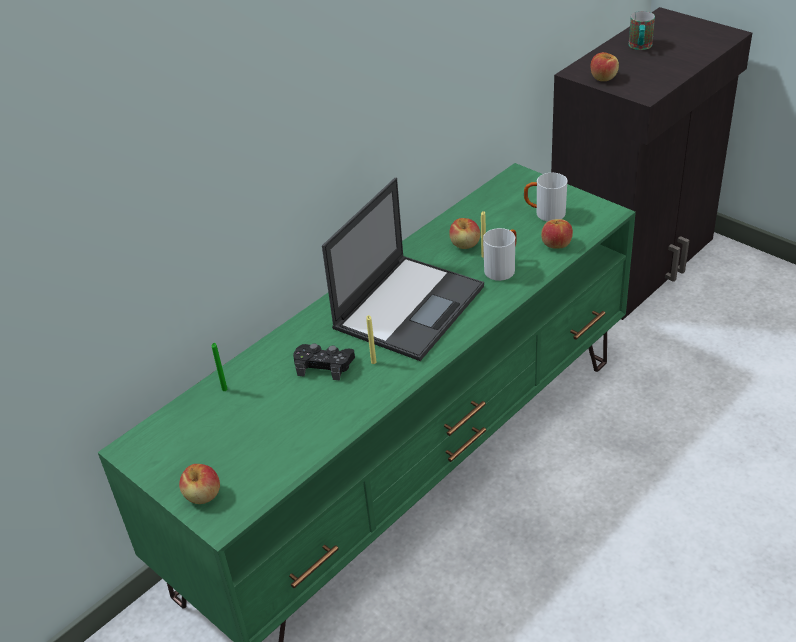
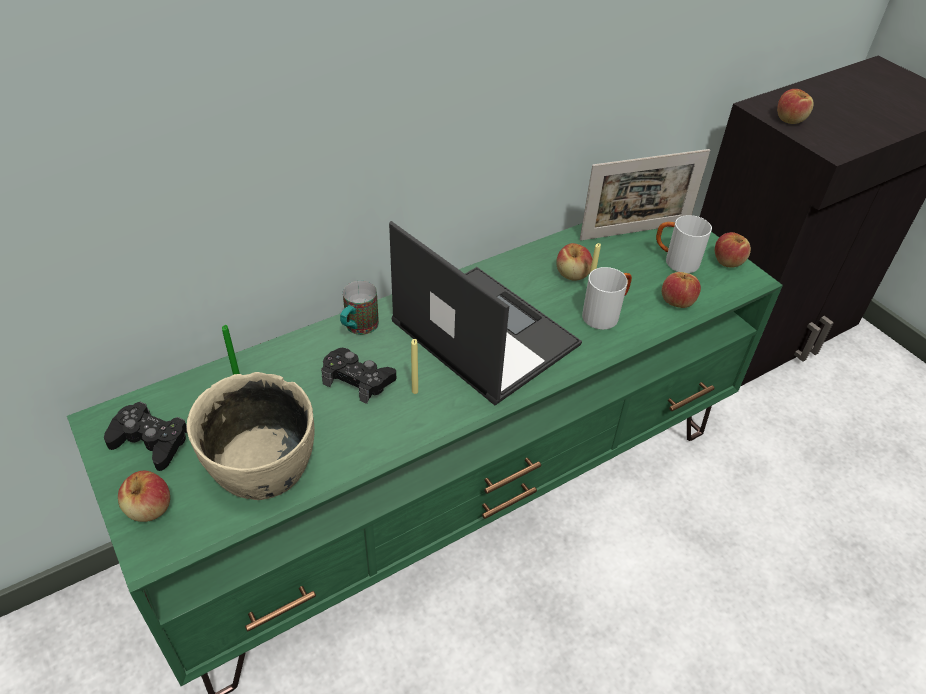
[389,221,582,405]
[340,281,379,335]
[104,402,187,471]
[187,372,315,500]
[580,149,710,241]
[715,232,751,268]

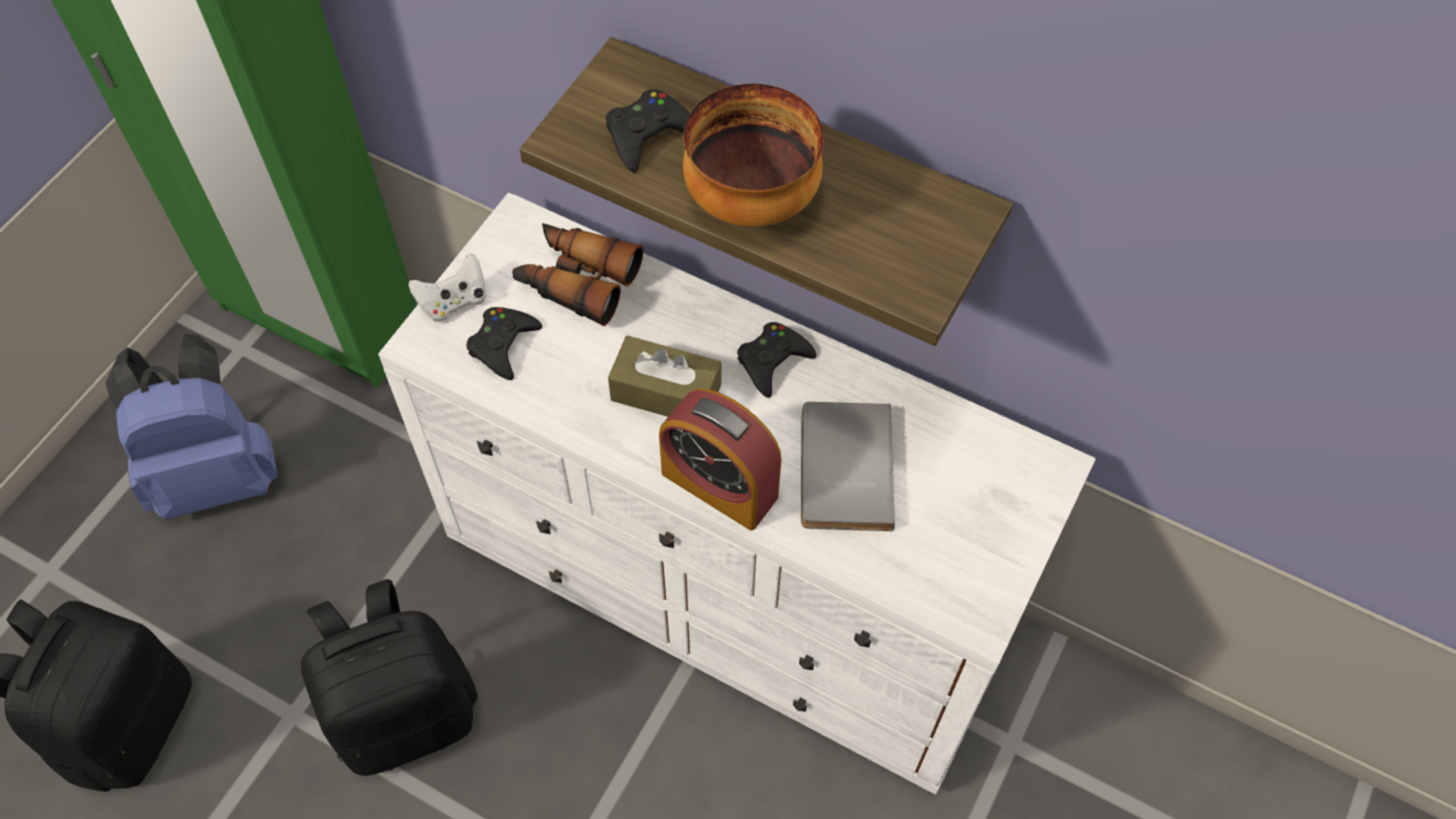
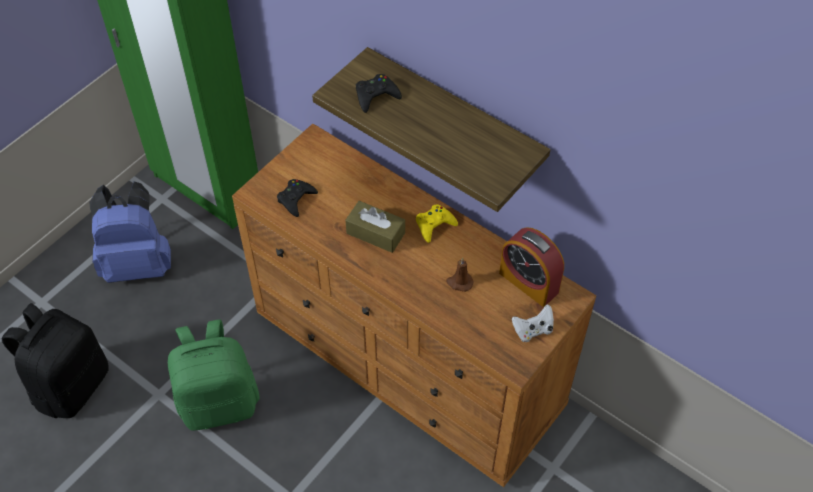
[168,319,260,431]
[232,124,597,487]
[512,304,554,342]
[512,223,643,326] (first image)
[499,227,564,307]
[683,84,824,227] (first image)
[416,204,458,243]
[446,258,474,292]

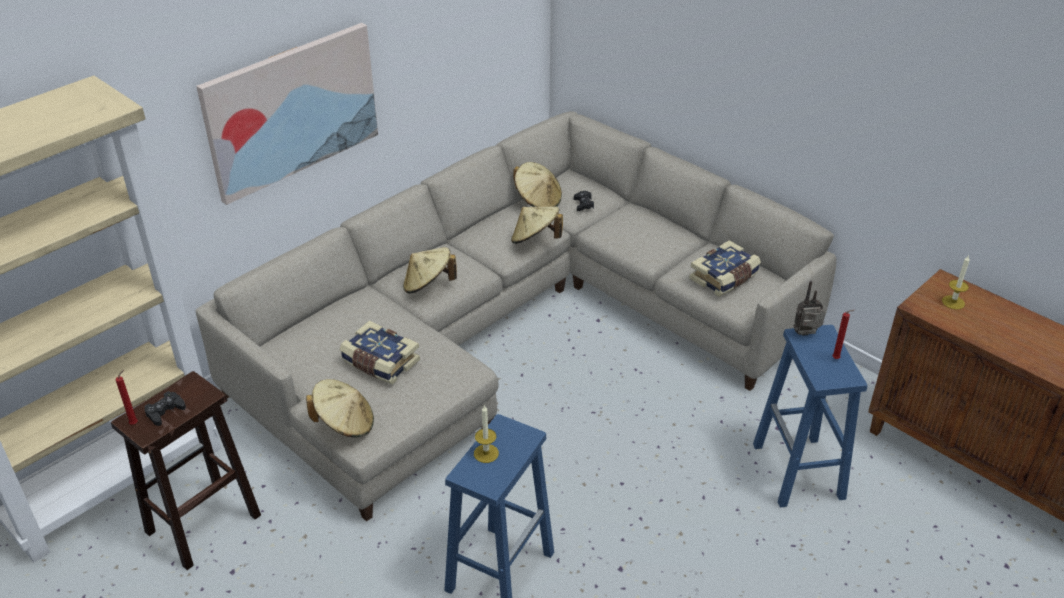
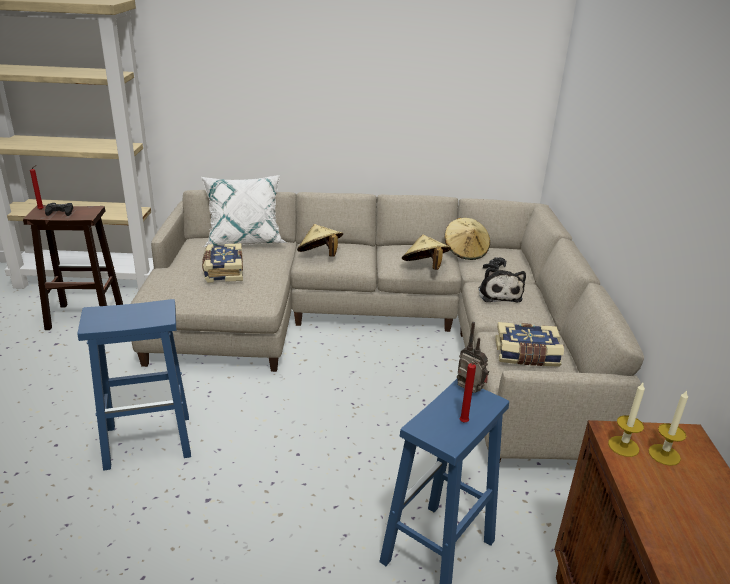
[196,23,378,205] (first image)
[306,379,374,438] (first image)
[608,383,645,457]
[201,175,287,247]
[478,267,526,303]

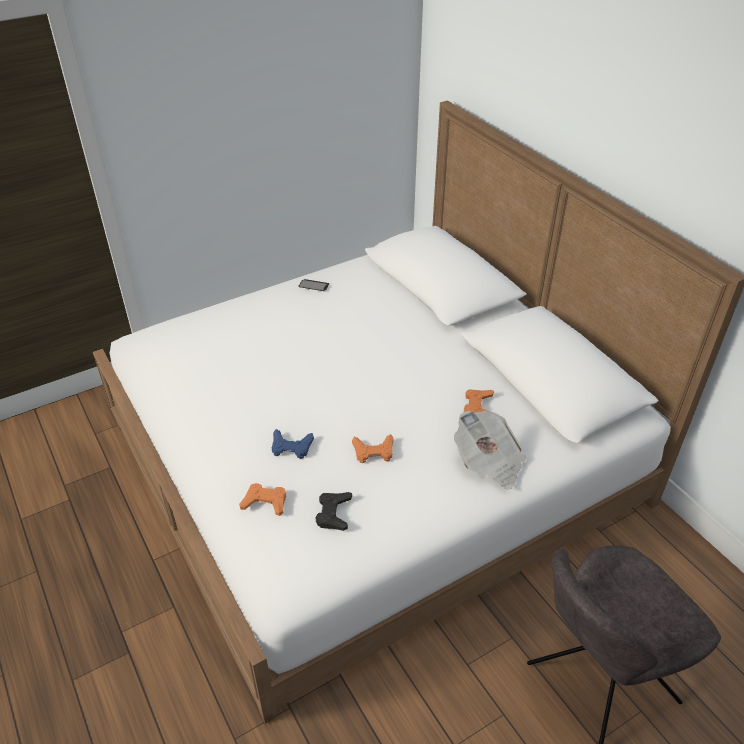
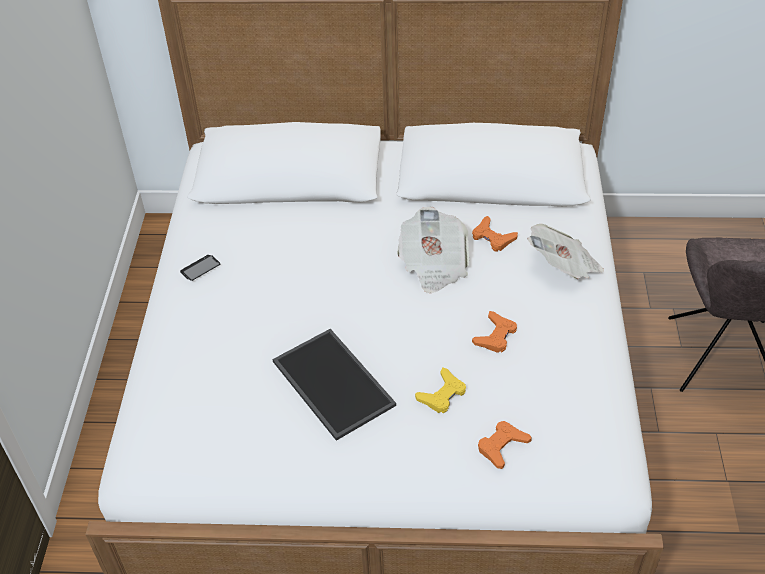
[415,367,466,413]
[315,492,352,531] (first image)
[272,329,396,441]
[397,207,469,294]

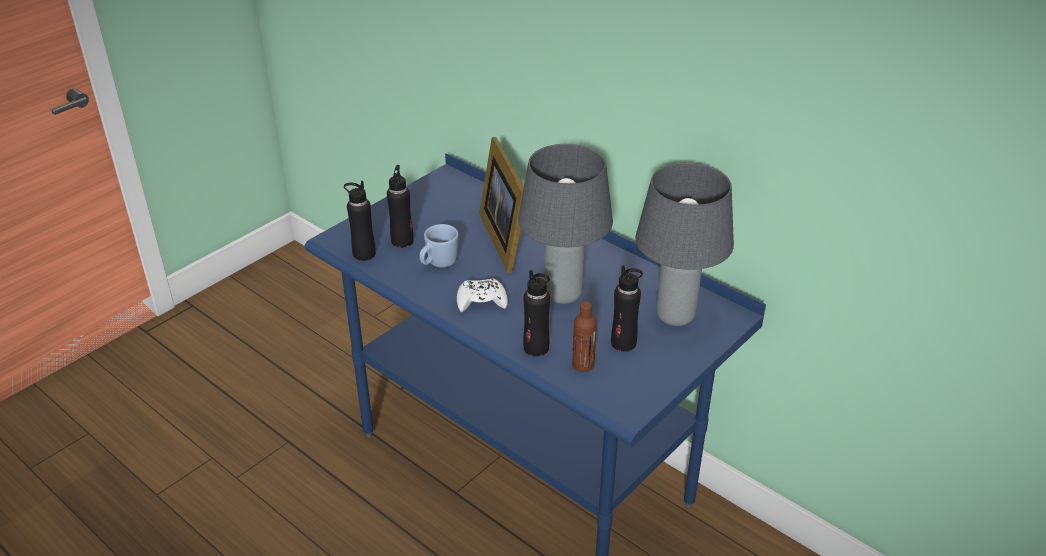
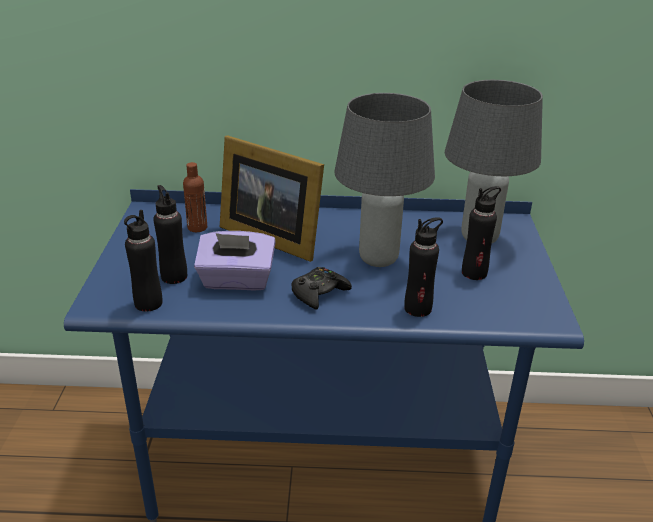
[194,231,276,291]
[291,267,352,310]
[183,162,207,232]

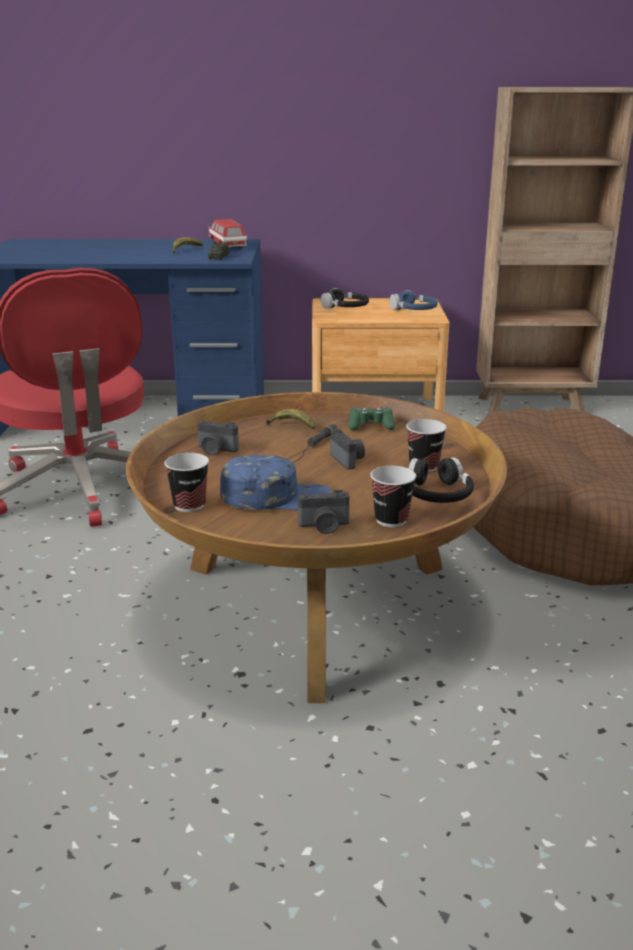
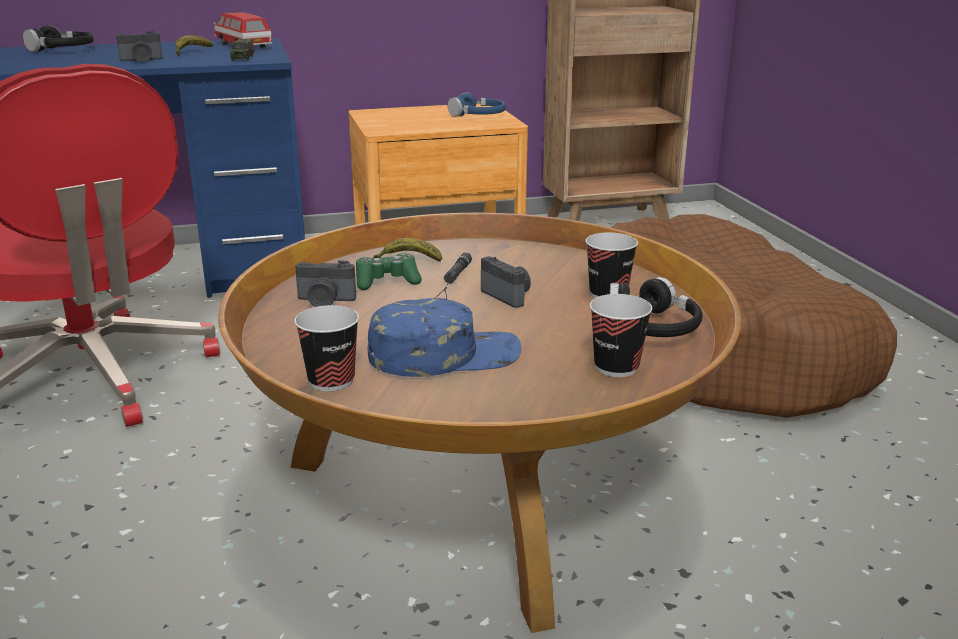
[116,31,163,62]
[23,26,94,52]
[356,253,422,290]

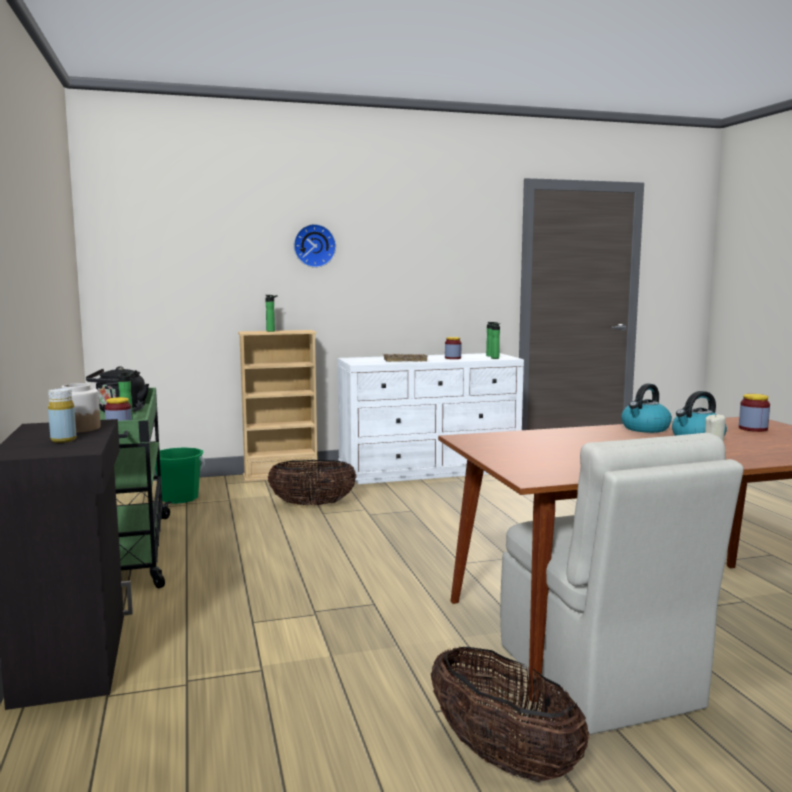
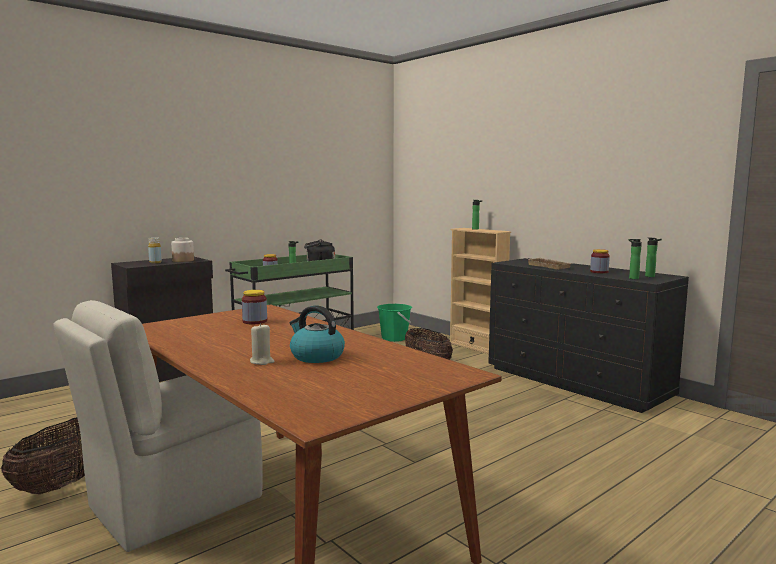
[294,224,336,268] (first image)
[488,258,689,413]
[621,384,672,433] (first image)
[242,290,267,324]

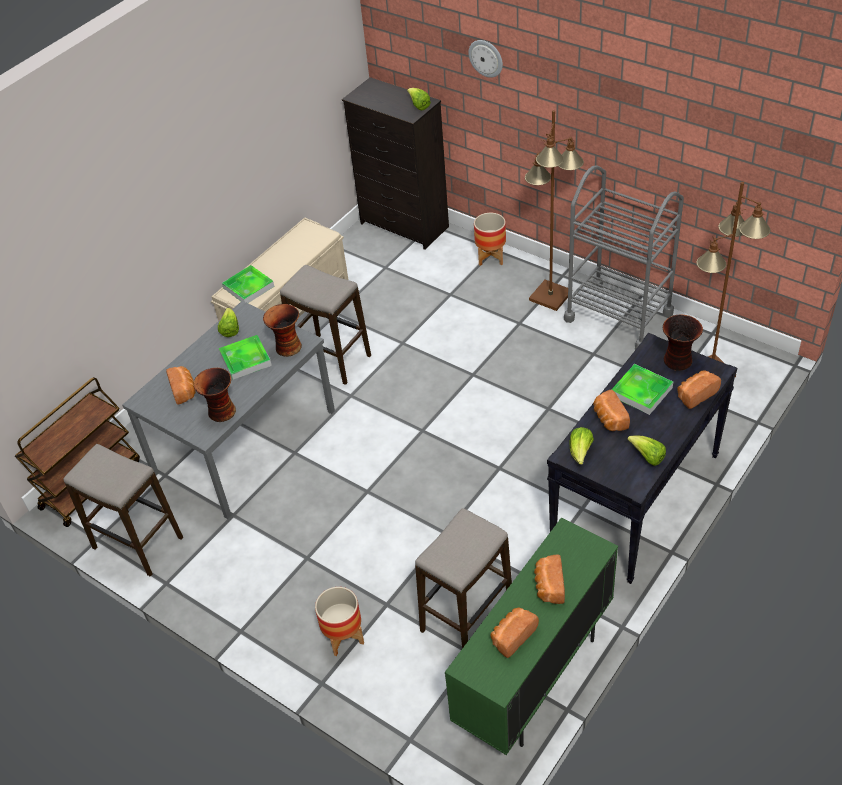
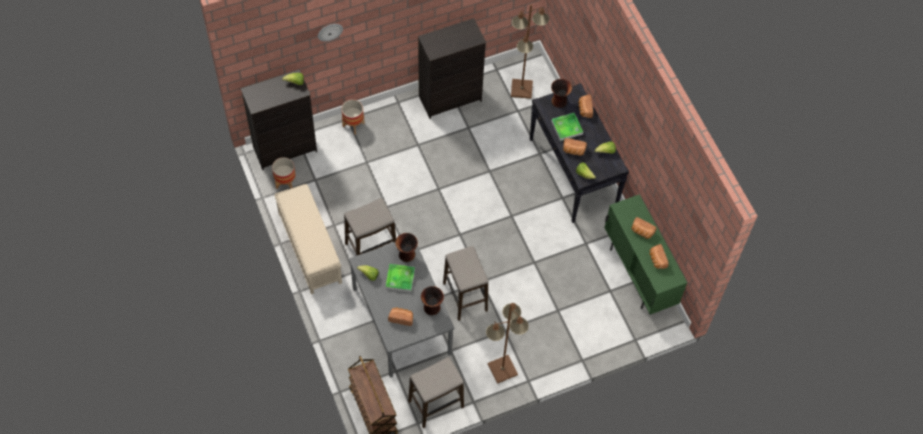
[222,265,275,303] (first image)
[272,157,295,189]
[443,246,488,321]
[486,303,529,384]
[418,18,486,119]

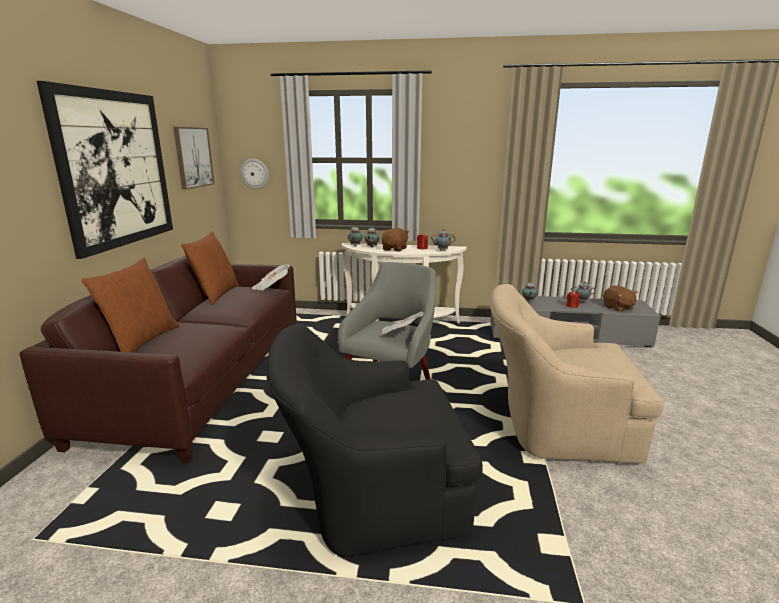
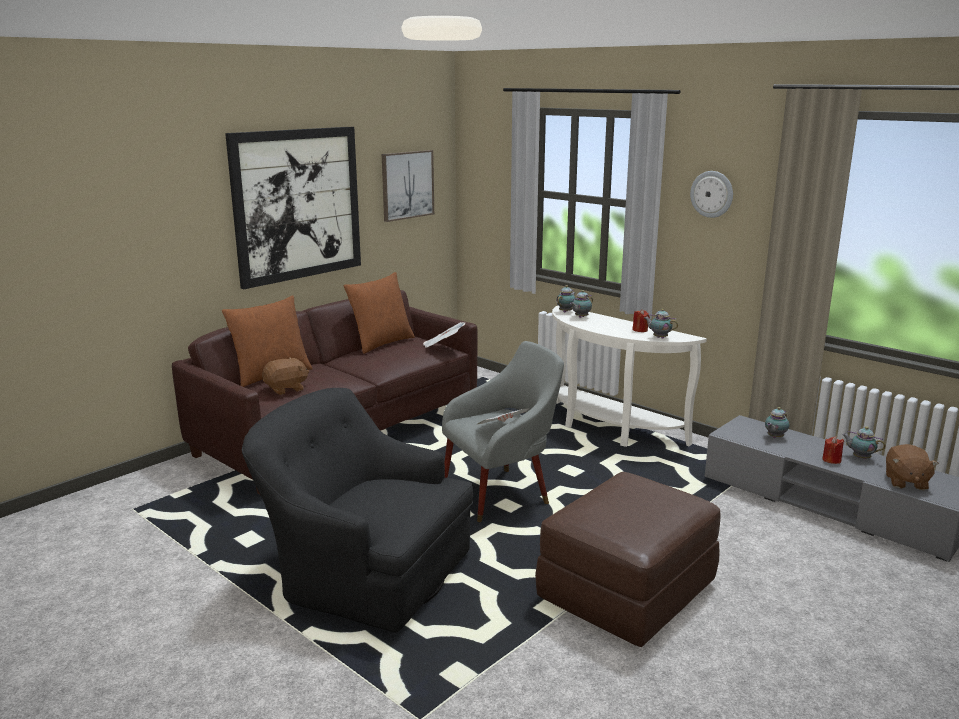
[690,171,733,218]
[262,357,309,395]
[535,472,720,647]

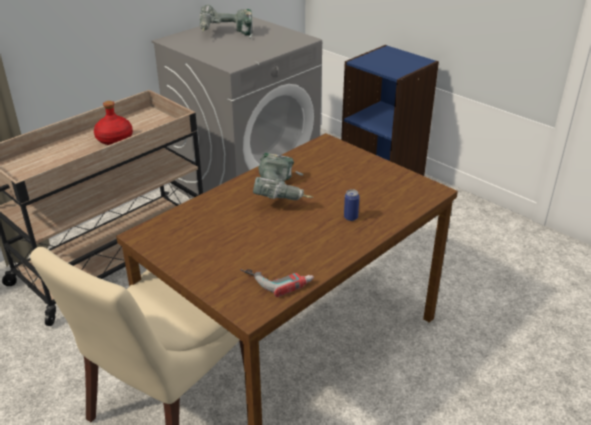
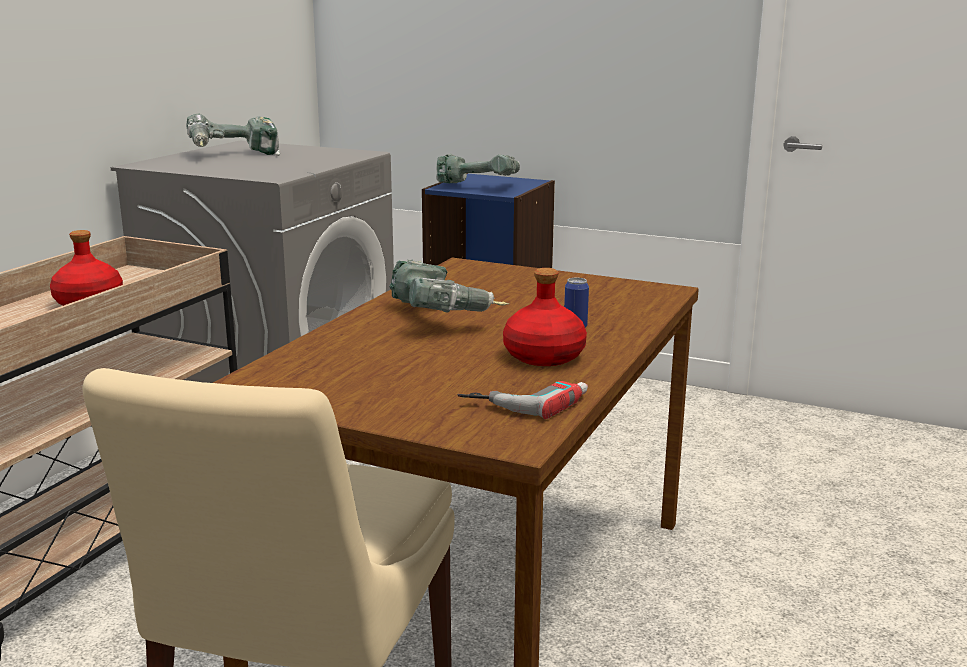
[436,154,520,183]
[503,268,587,366]

